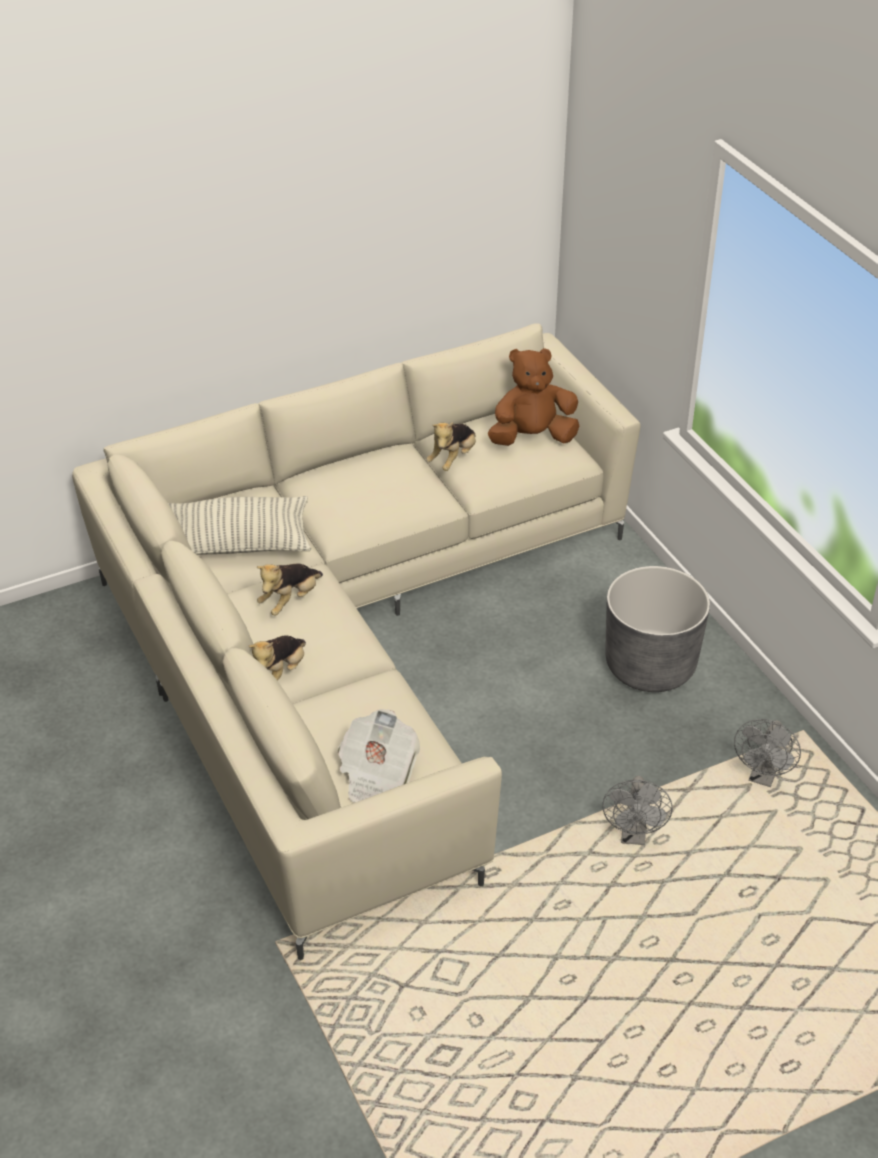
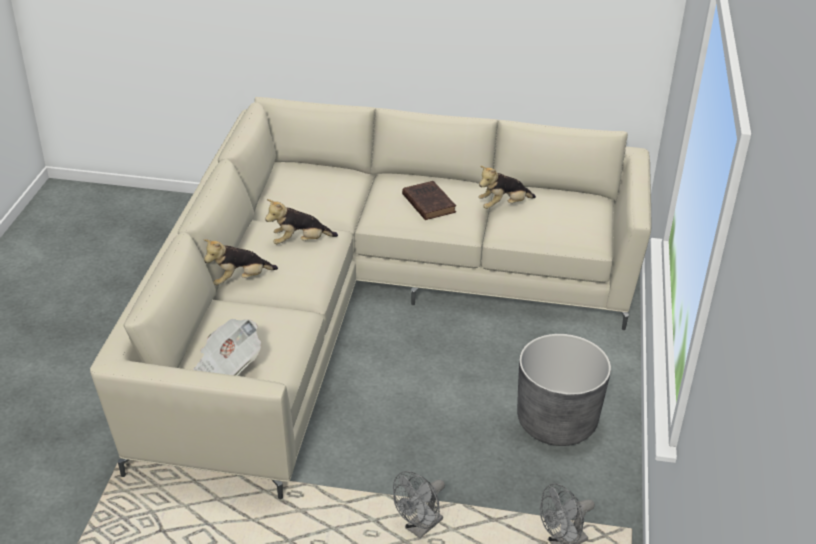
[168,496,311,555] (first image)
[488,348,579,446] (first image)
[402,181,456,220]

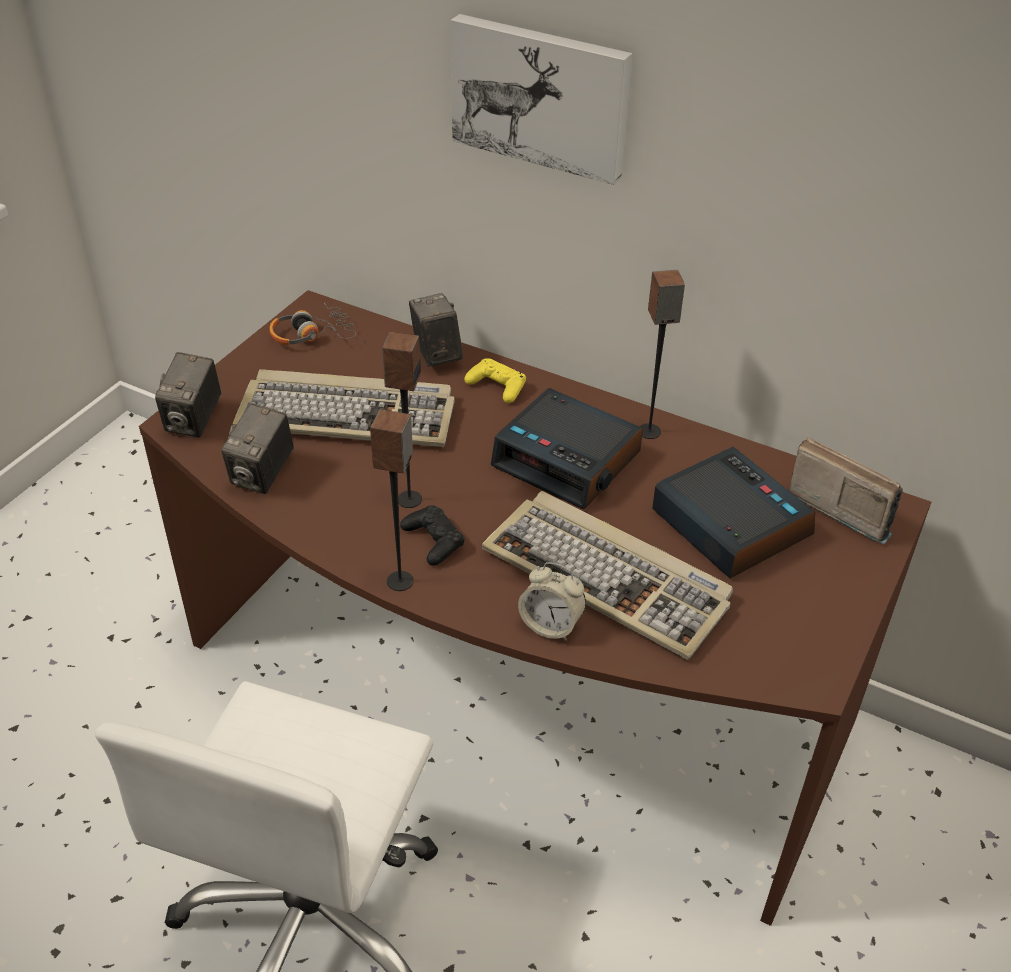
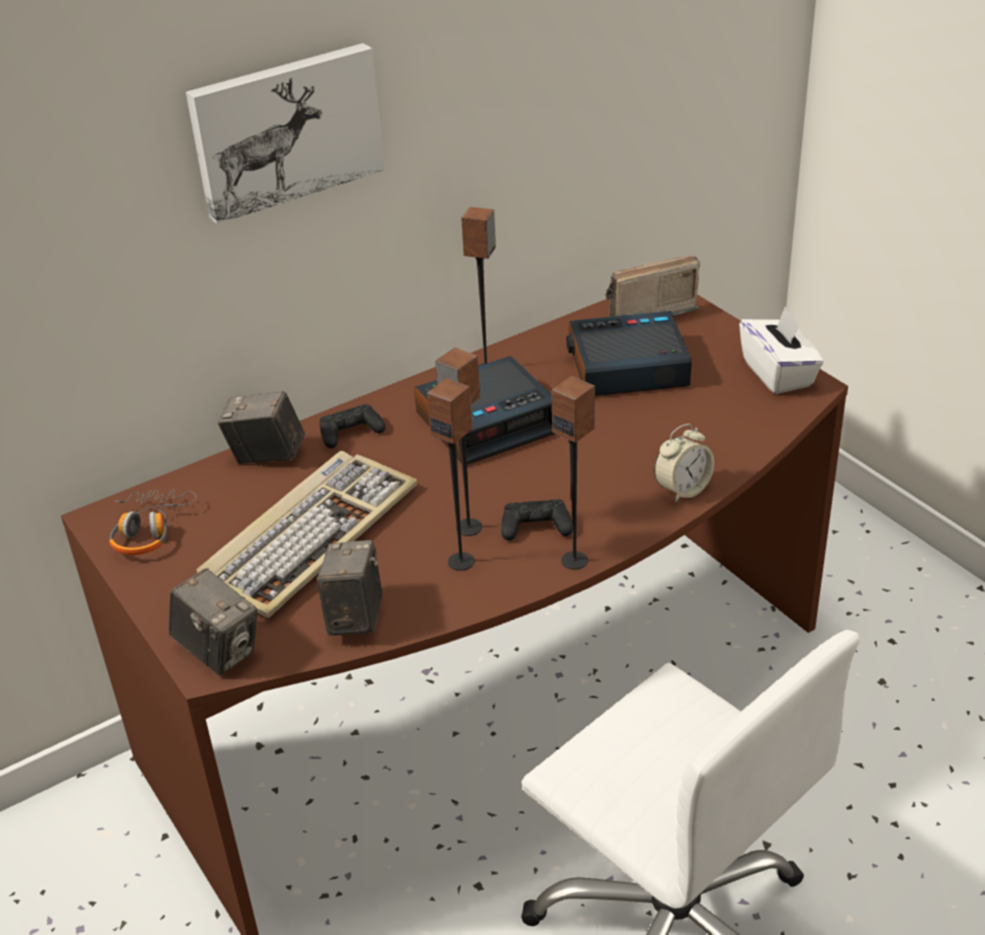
[317,540,382,636]
[320,404,386,448]
[482,491,733,660] (first image)
[427,378,475,571]
[739,307,824,394]

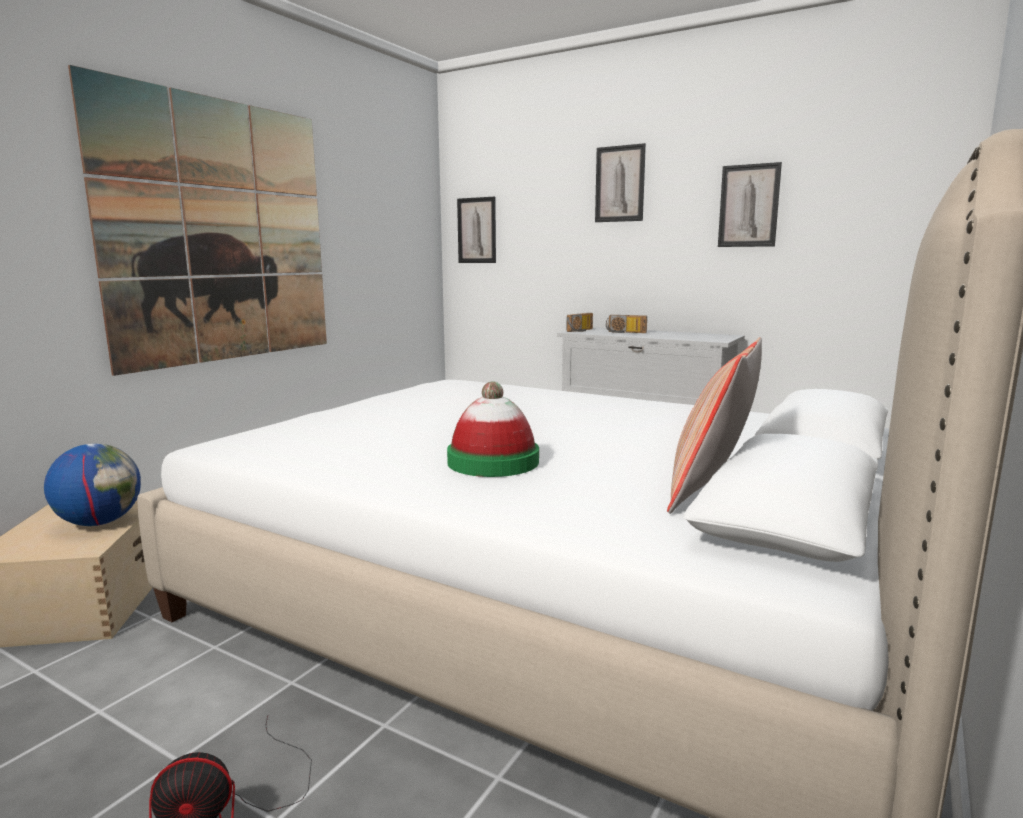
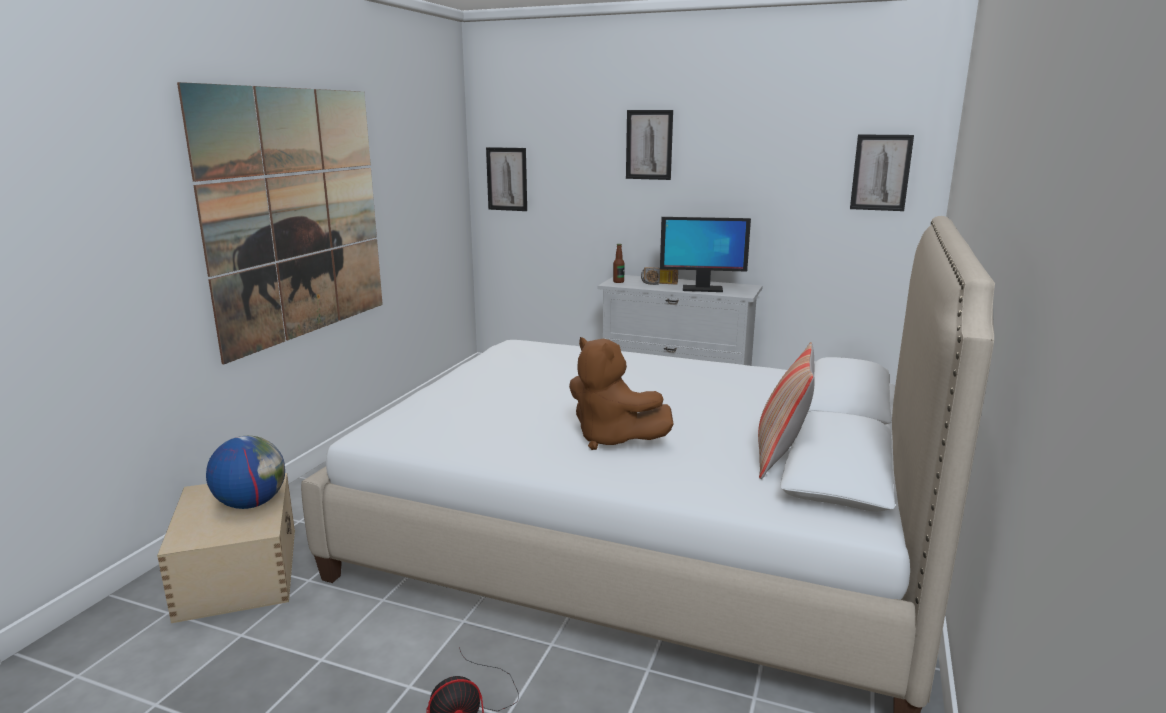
[569,337,674,450]
[613,244,625,283]
[850,134,914,211]
[660,217,751,292]

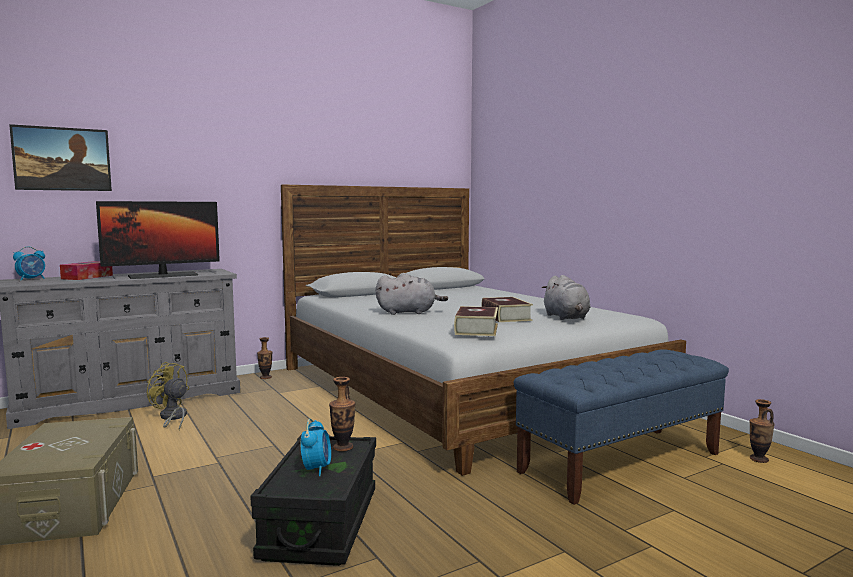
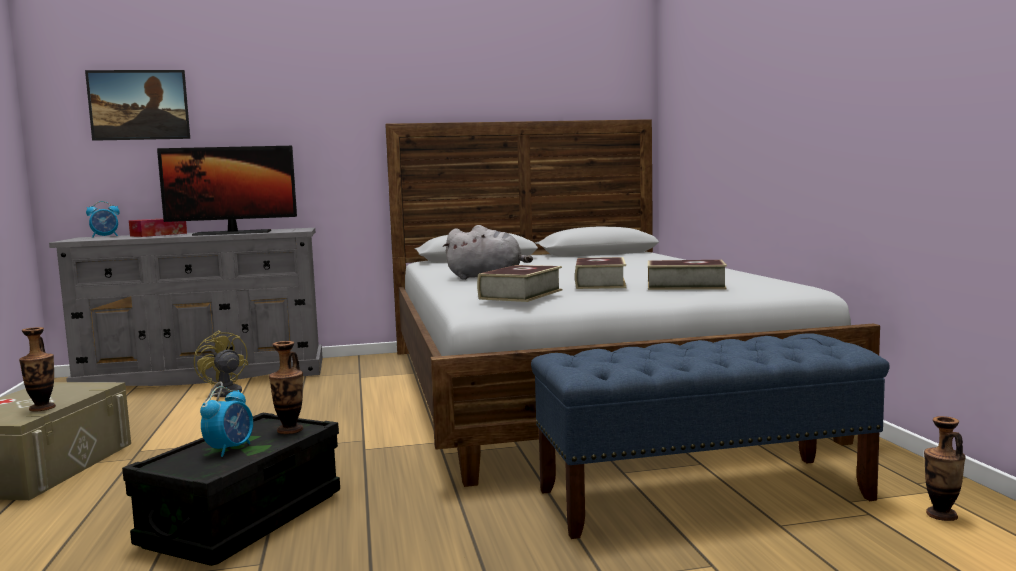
[19,327,56,412]
[648,260,727,290]

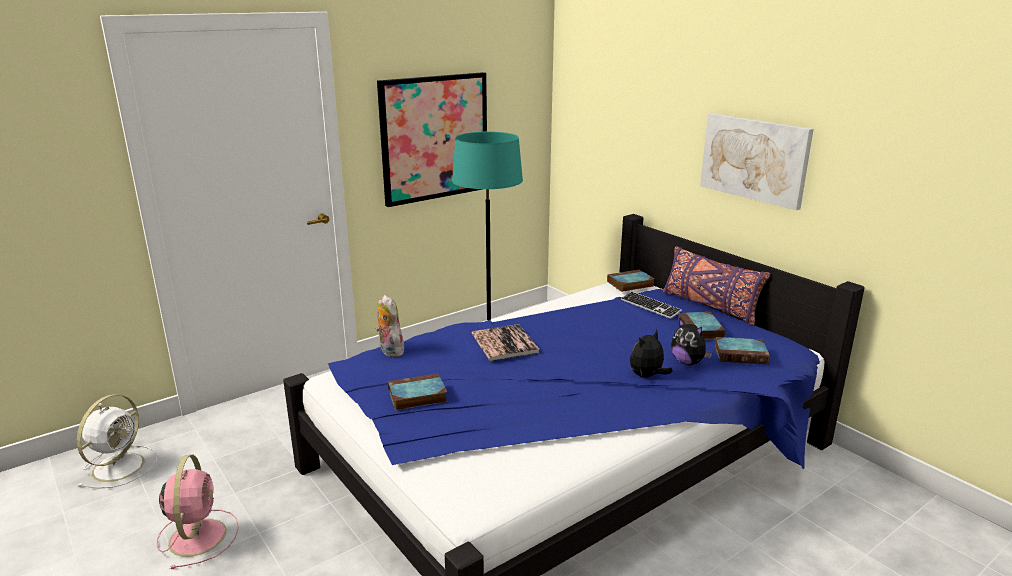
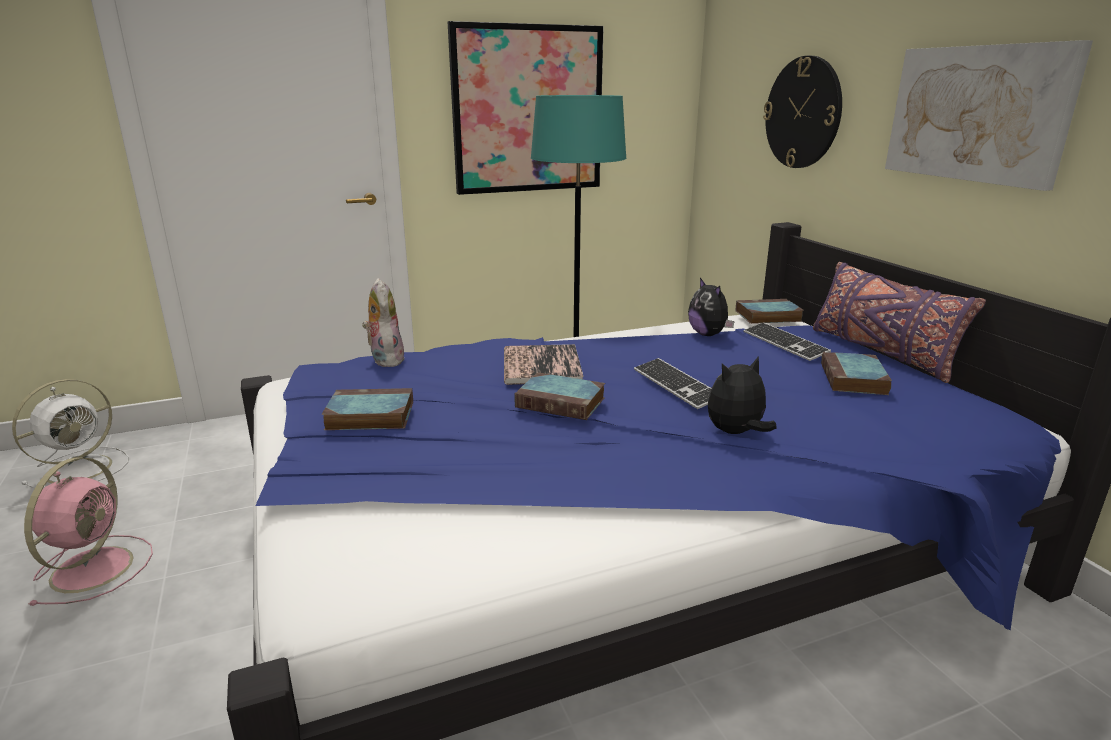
[688,278,735,336]
[514,372,605,420]
[634,358,711,409]
[763,56,842,168]

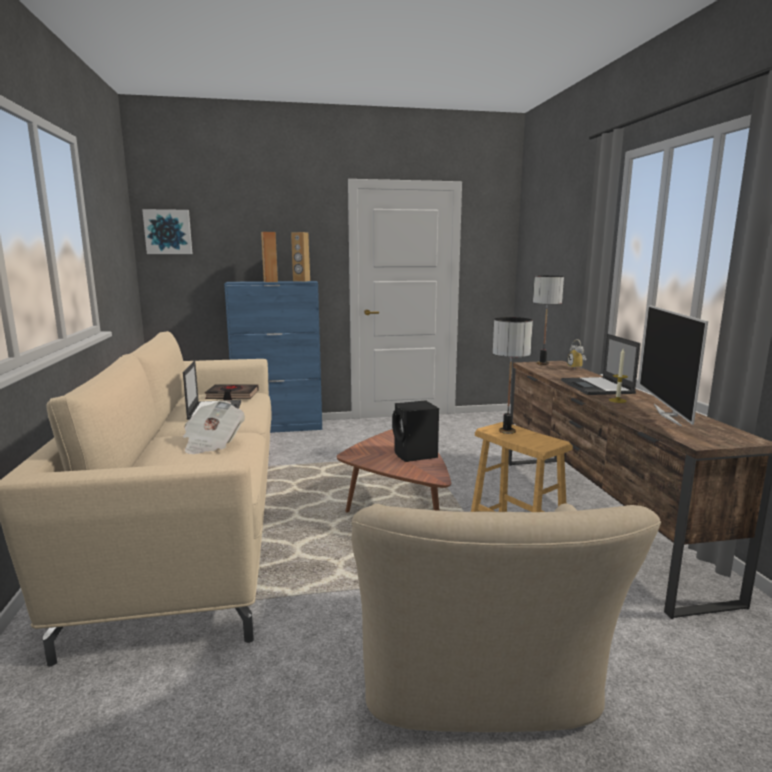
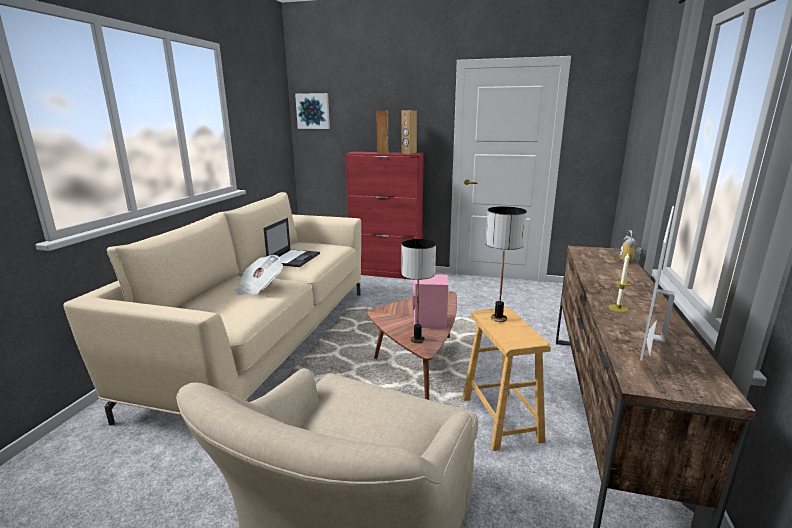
[205,385,259,400] (first image)
[345,152,424,280]
[413,274,448,329]
[402,239,436,343]
[561,334,641,395] (first image)

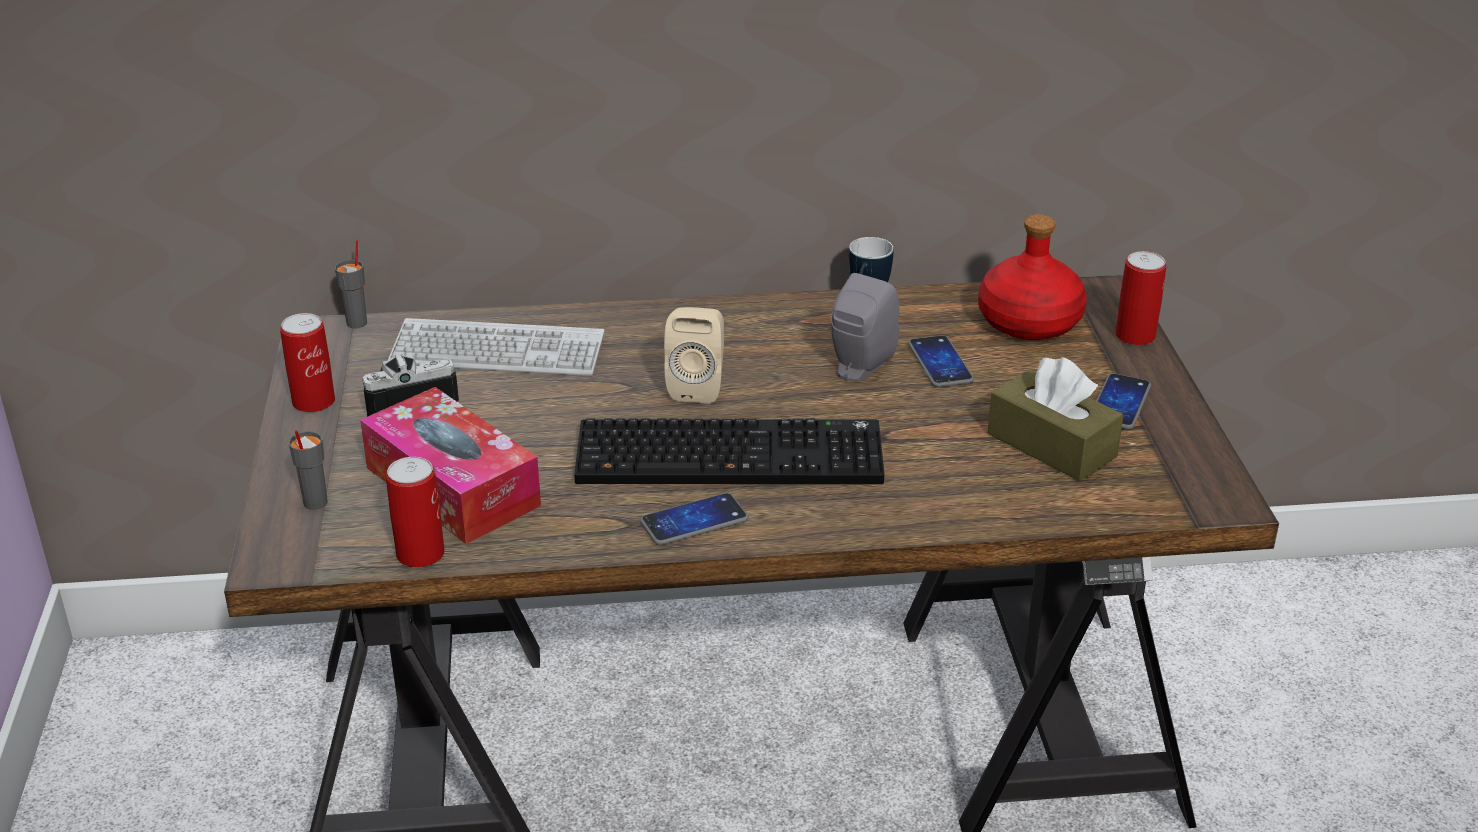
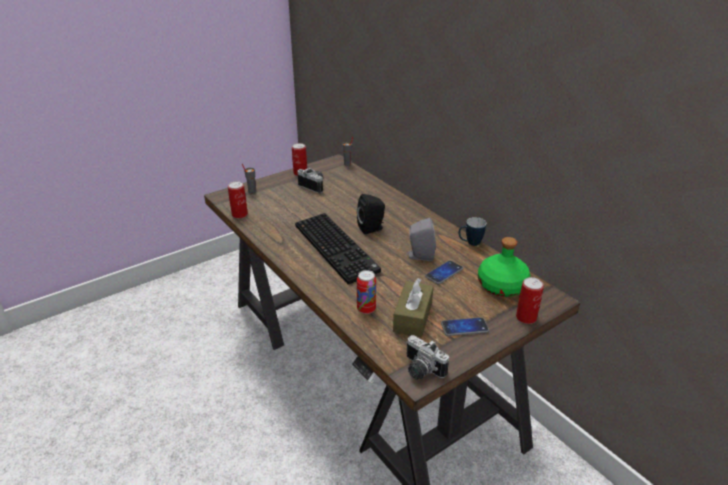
[360,387,541,544] (first image)
[388,318,605,376] (first image)
[640,493,748,545] (first image)
[357,194,385,234]
[478,237,531,297]
[357,270,376,314]
[406,335,449,380]

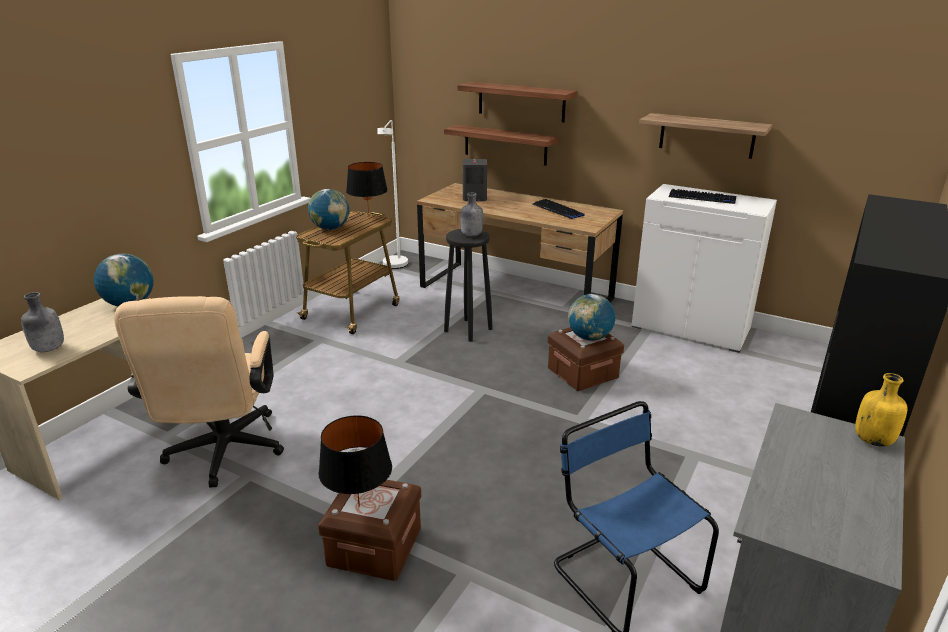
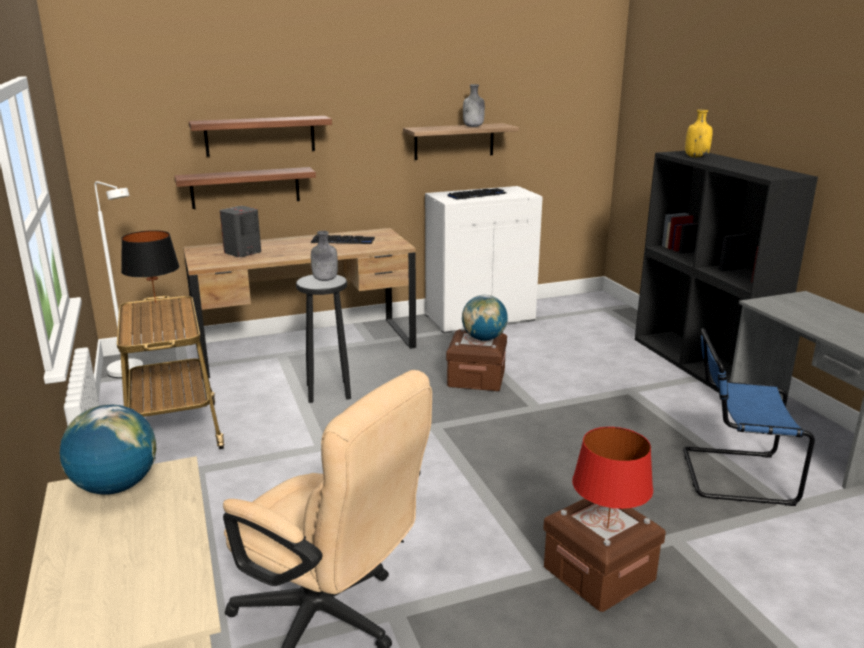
[463,84,485,127]
[308,189,349,230] (first image)
[572,427,653,528]
[685,110,713,158]

